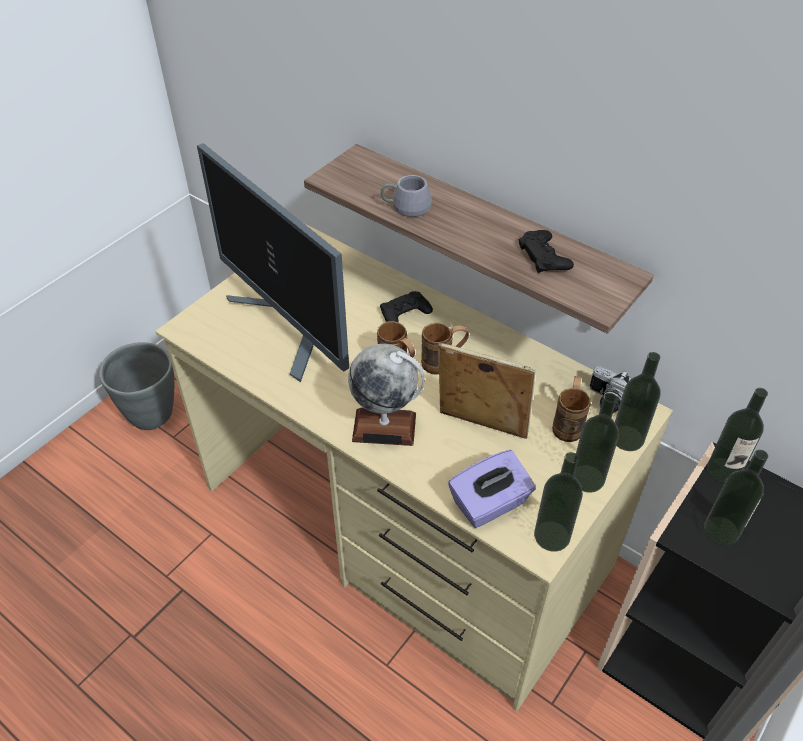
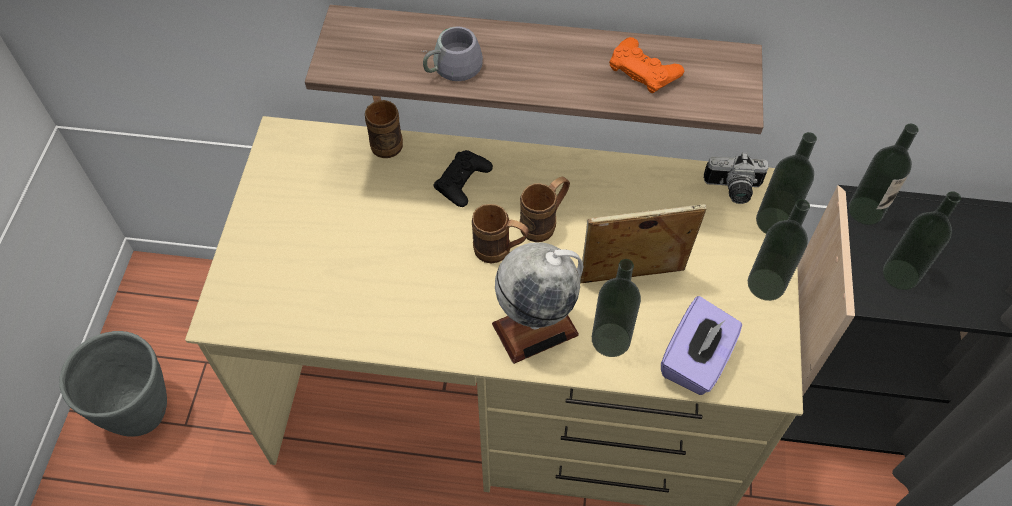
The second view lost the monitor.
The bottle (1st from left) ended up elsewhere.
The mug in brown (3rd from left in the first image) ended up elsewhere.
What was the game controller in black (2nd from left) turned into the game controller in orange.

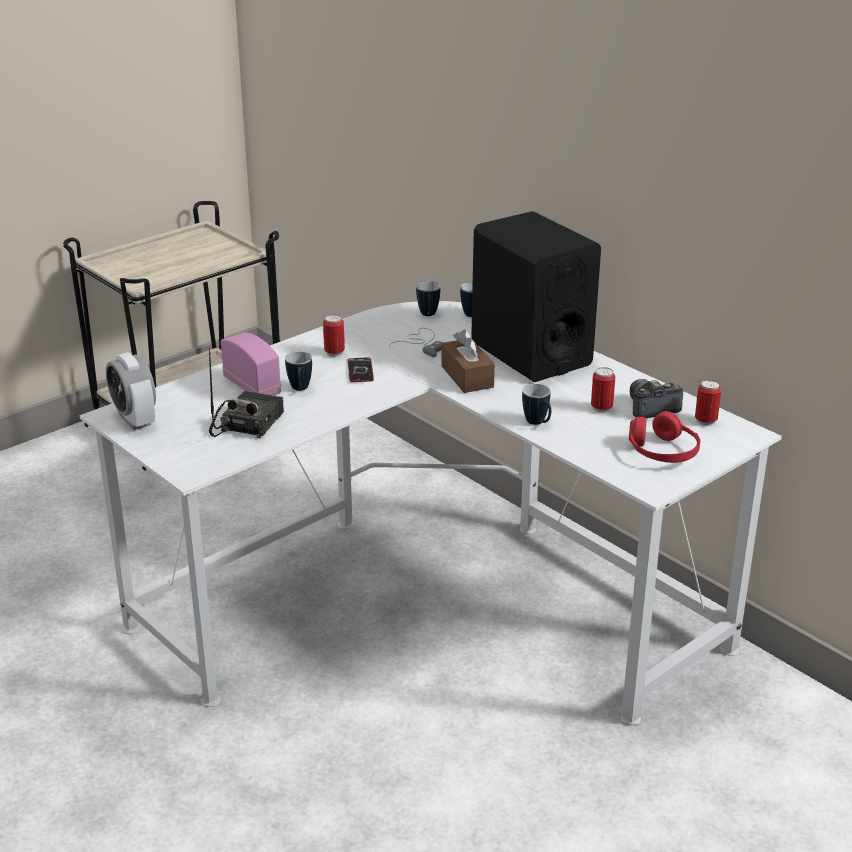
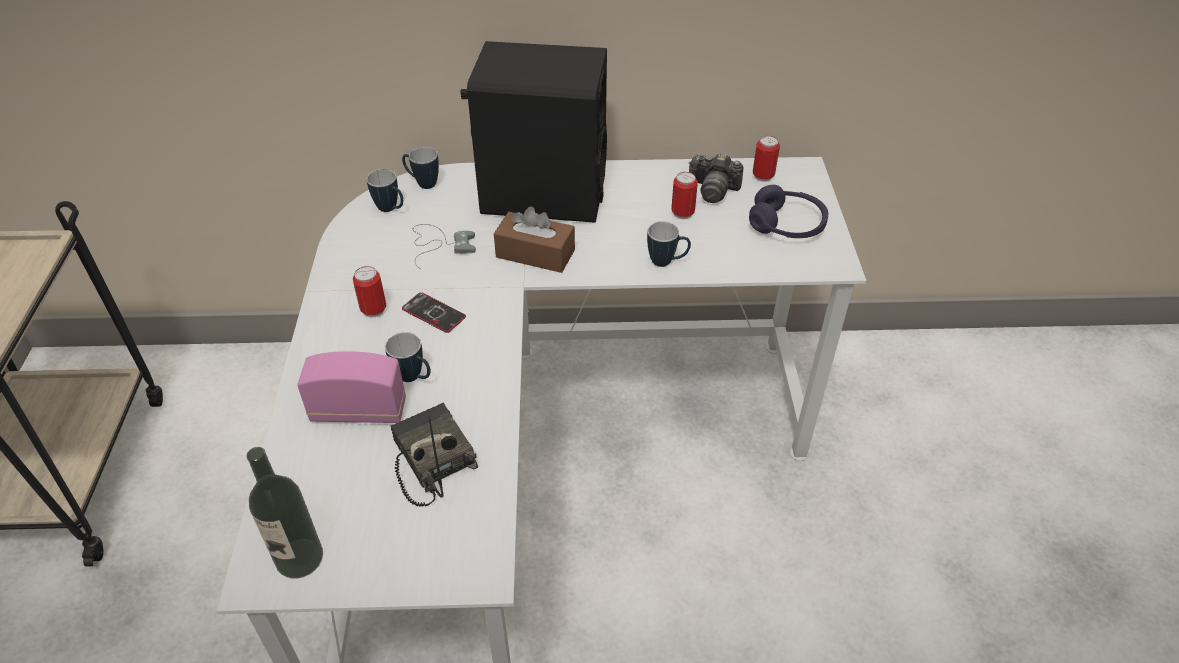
Where the alarm clock stood, the bottle came to stand.
What was the headphones in red turned into the headphones in purple.
The photo camera ended up facing another way, 90 degrees counterclockwise from before.

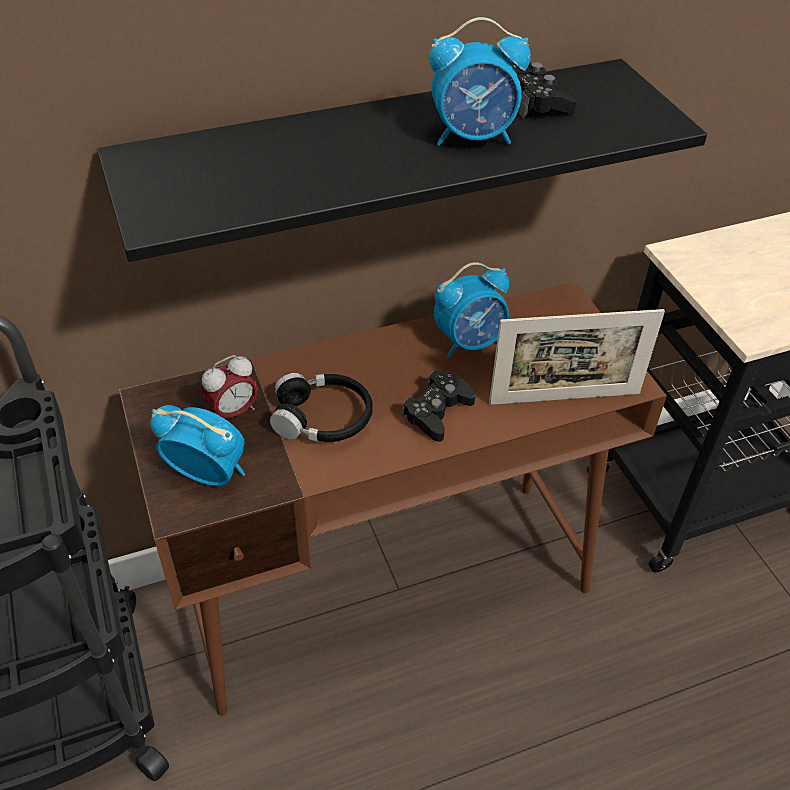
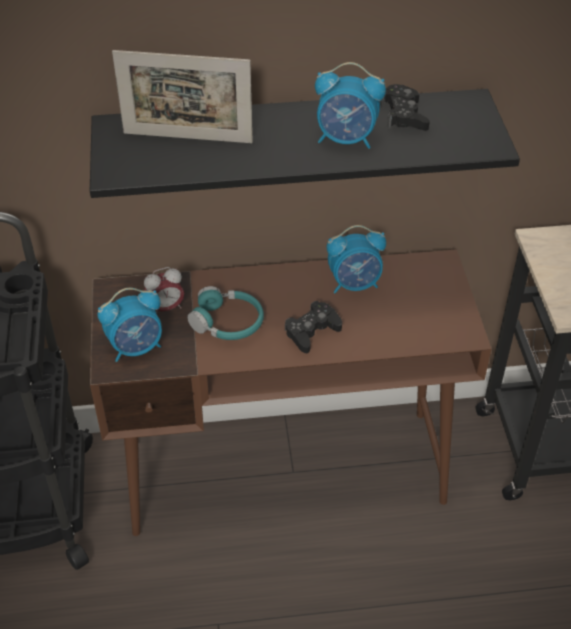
The picture frame ended up elsewhere.
What was the headphones in black turned into the headphones in turquoise.
The alarm clock (1st from left) ended up facing another way, 120 degrees clockwise from before.

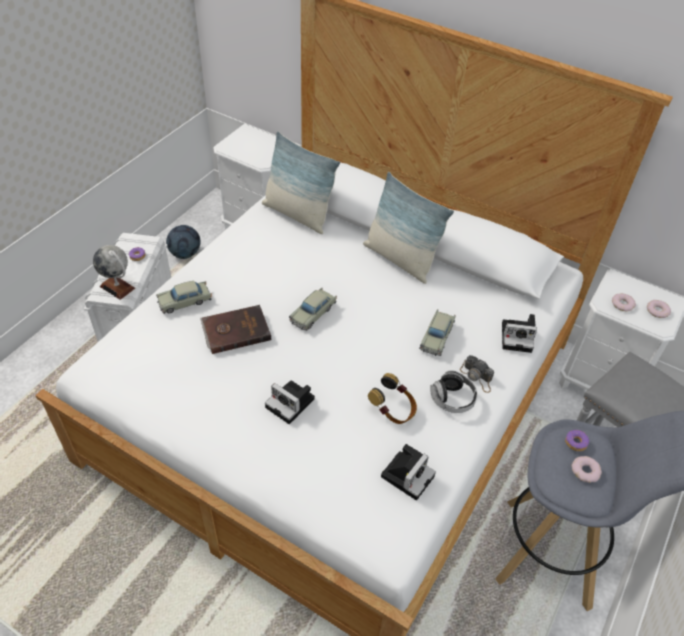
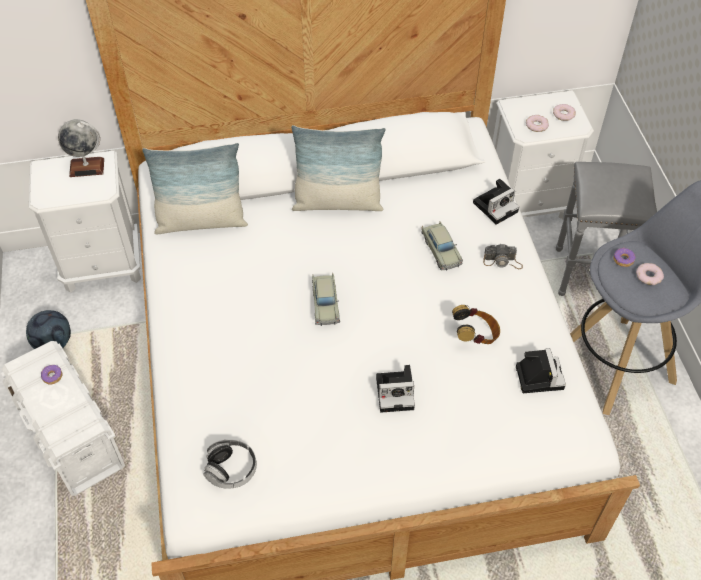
The second view lost the toy car in beige (1st from left).
The second view lost the book in brown.
The globe ended up elsewhere.
The headphones (2nd from left in the first image) ended up elsewhere.

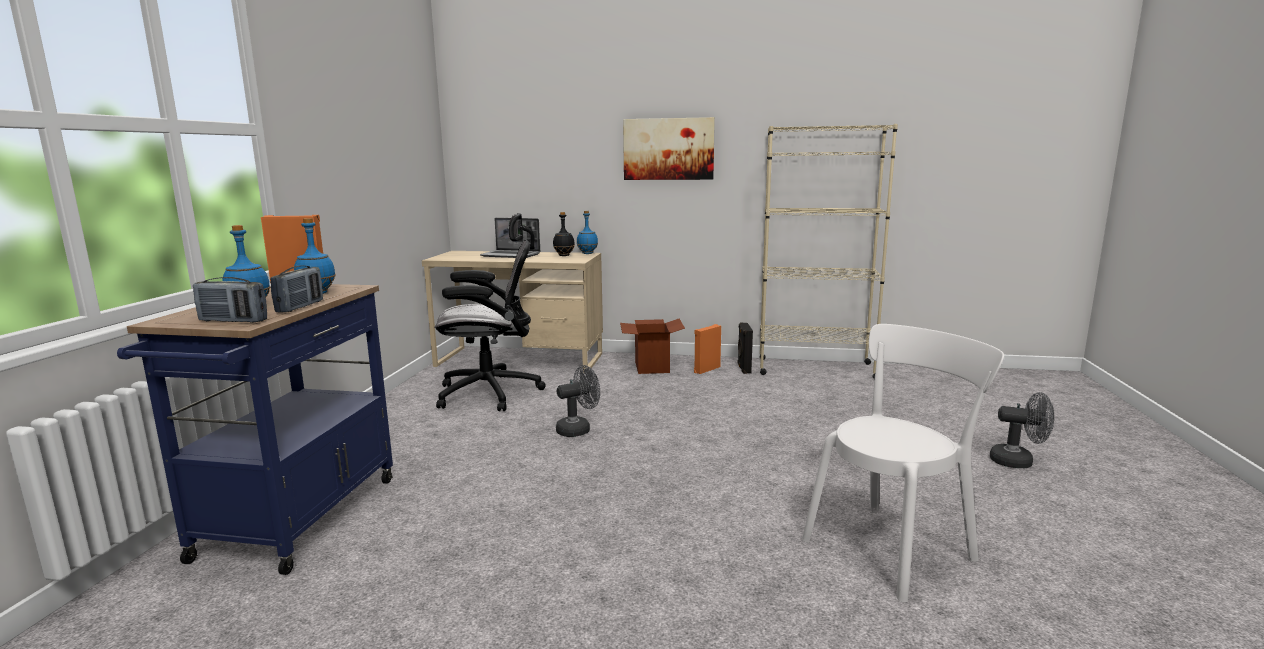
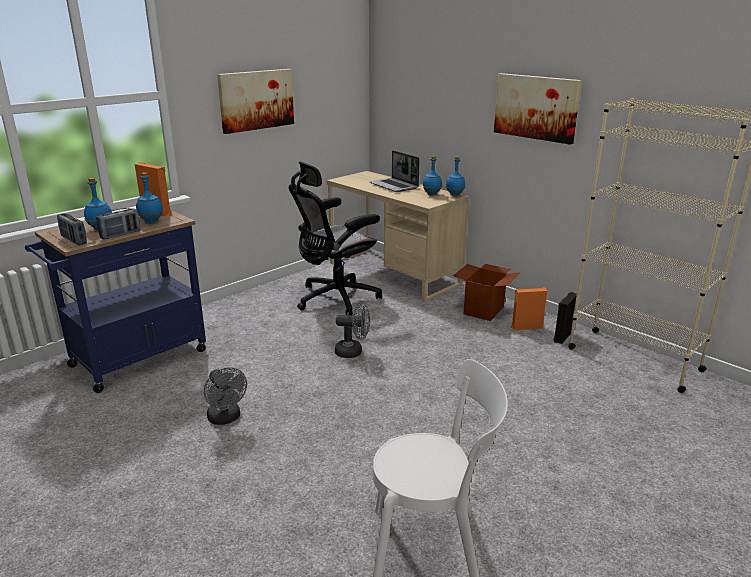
The second view gained the picture (1st from left).
The fan in grey (2nd from left in the first image) ended up elsewhere.
What was the bottle in black turned into the bottle in blue (3rd from left).
The office chair ended up facing another way, 120 degrees clockwise from before.

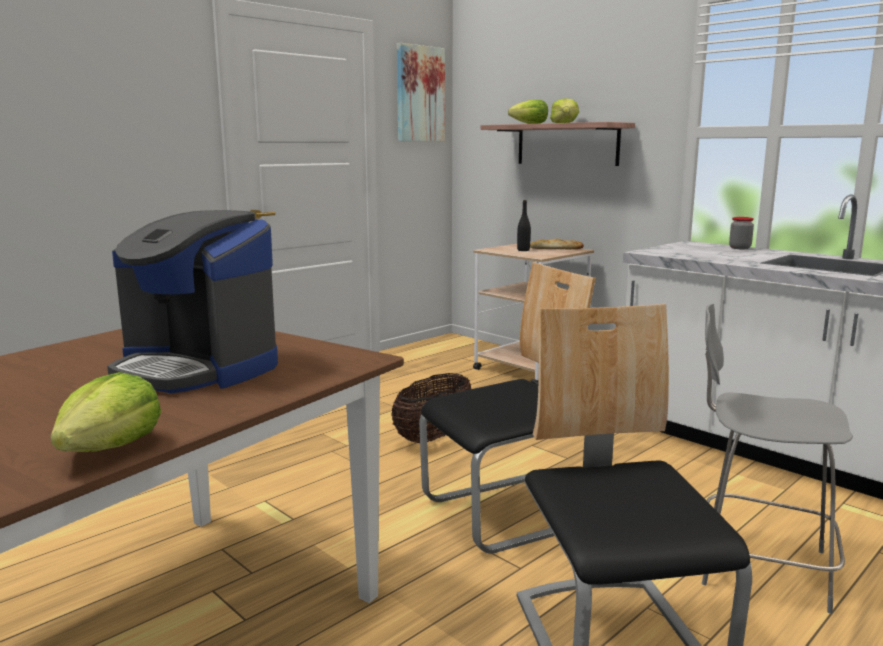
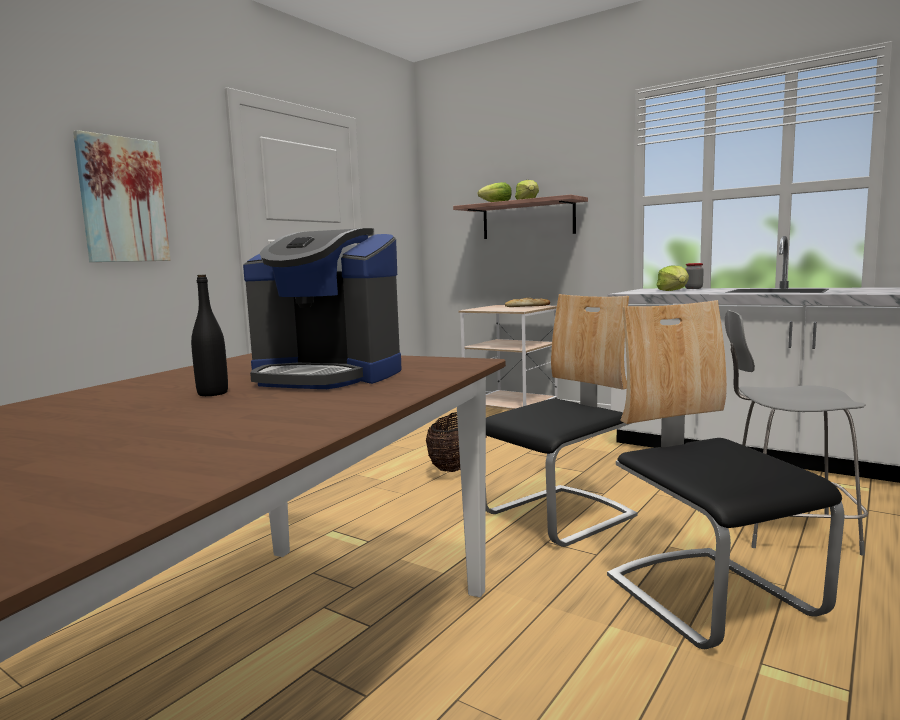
The lettuce (1st from left in the first image) ended up elsewhere.
The picture ended up elsewhere.
The bottle in black ended up elsewhere.

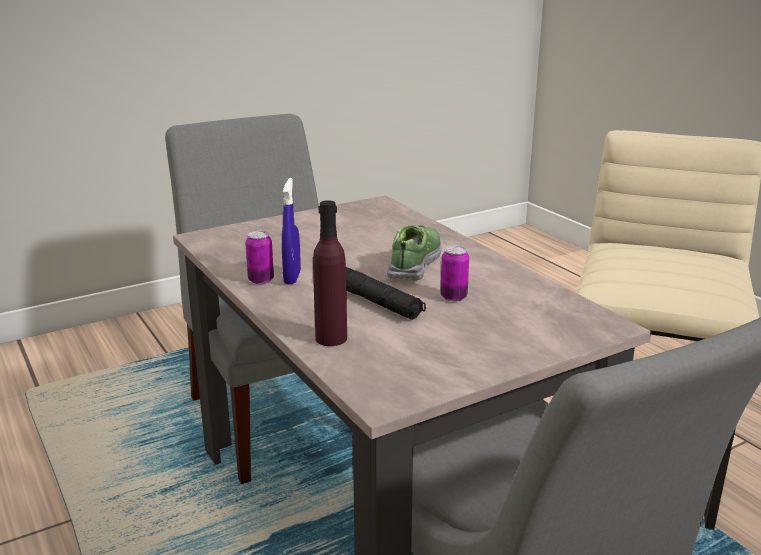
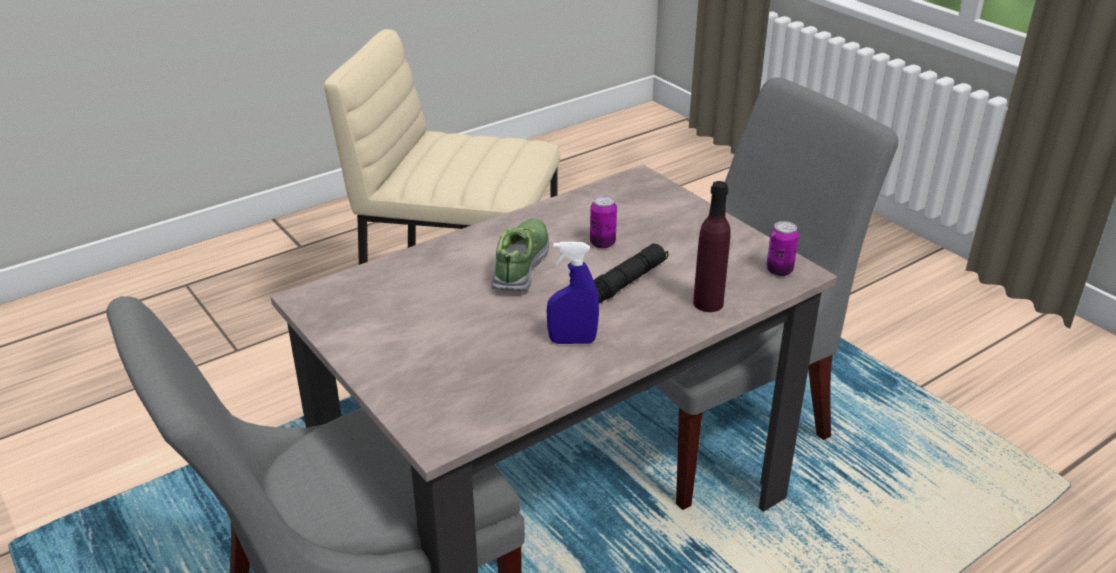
The can (1st from left in the first image) ended up elsewhere.
The shoe ended up facing another way, 90 degrees clockwise from before.

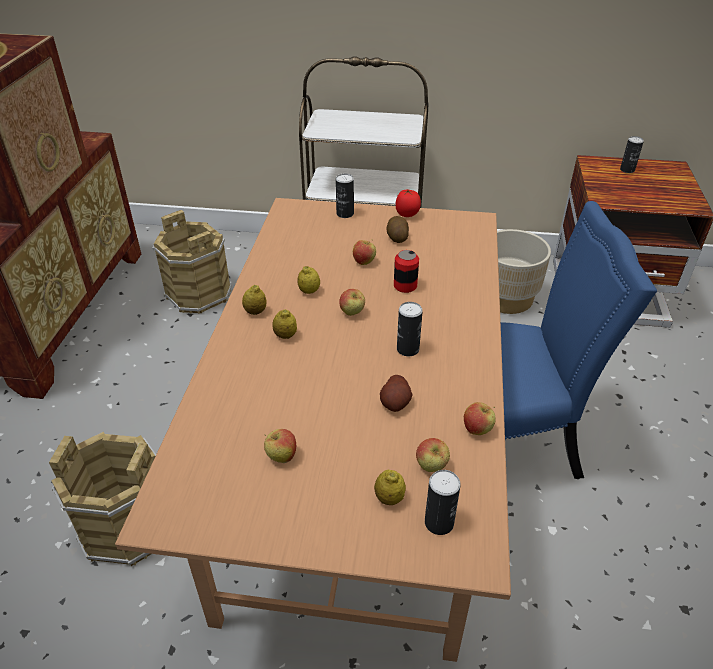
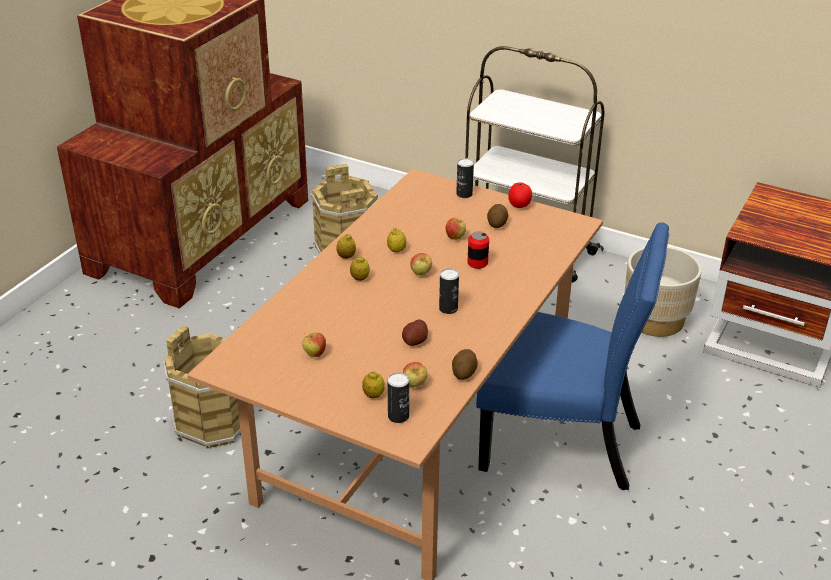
The second view lost the can (5th from left).
Where the apple (5th from left) stood, the potato (2nd from left) came to stand.

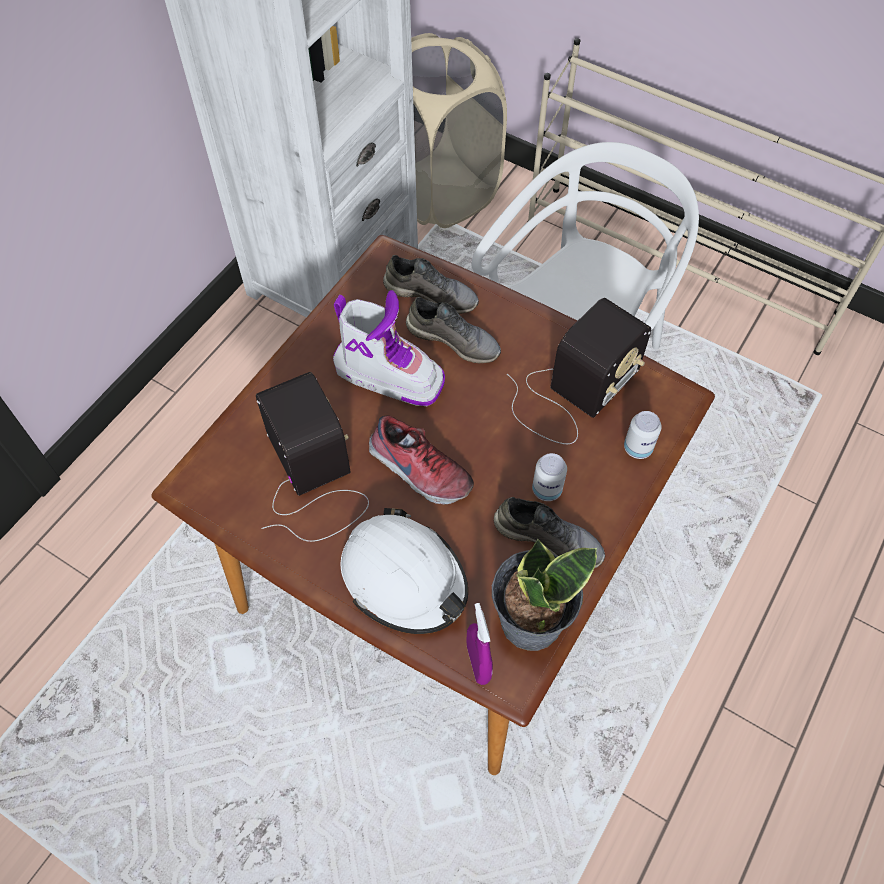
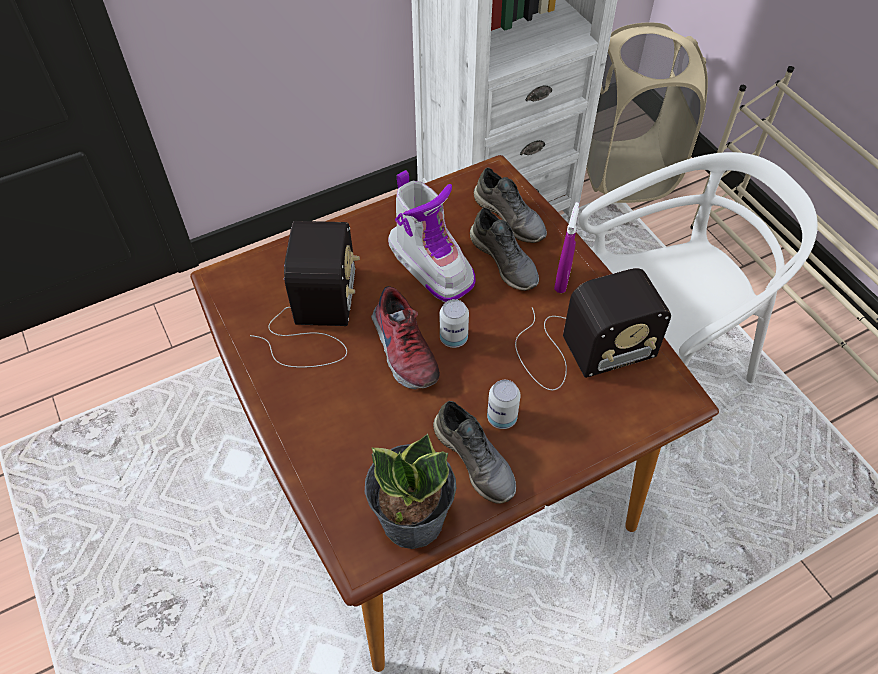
The second view lost the hard hat in white.
The spray bottle in purple ended up elsewhere.
The can (2nd from left in the first image) ended up elsewhere.

